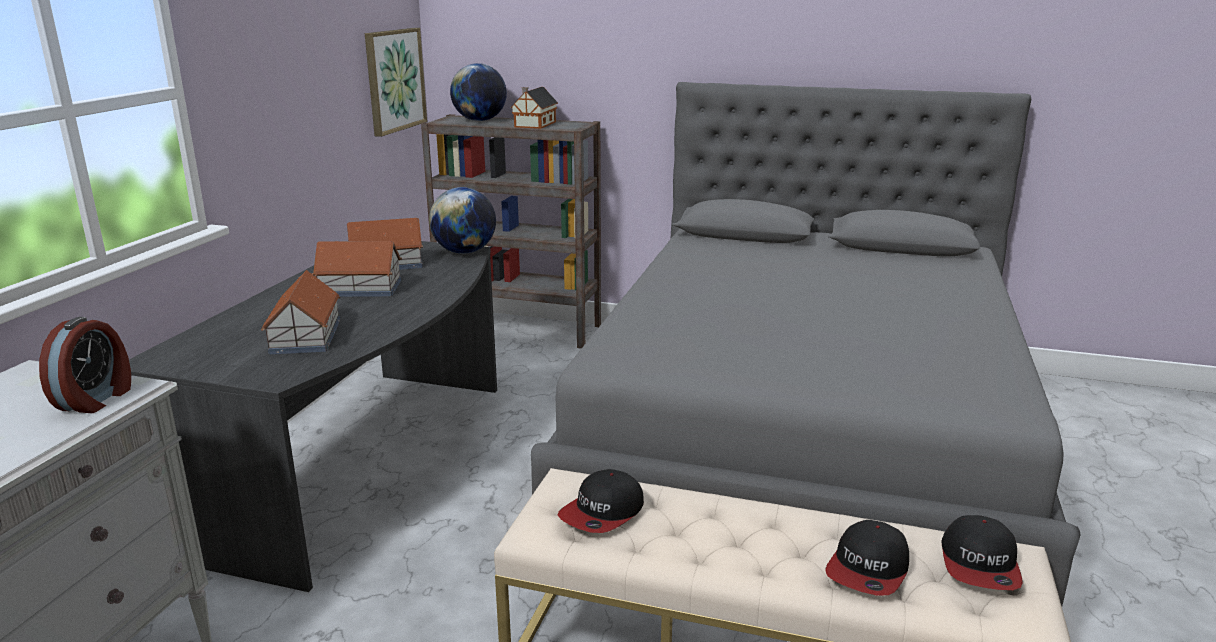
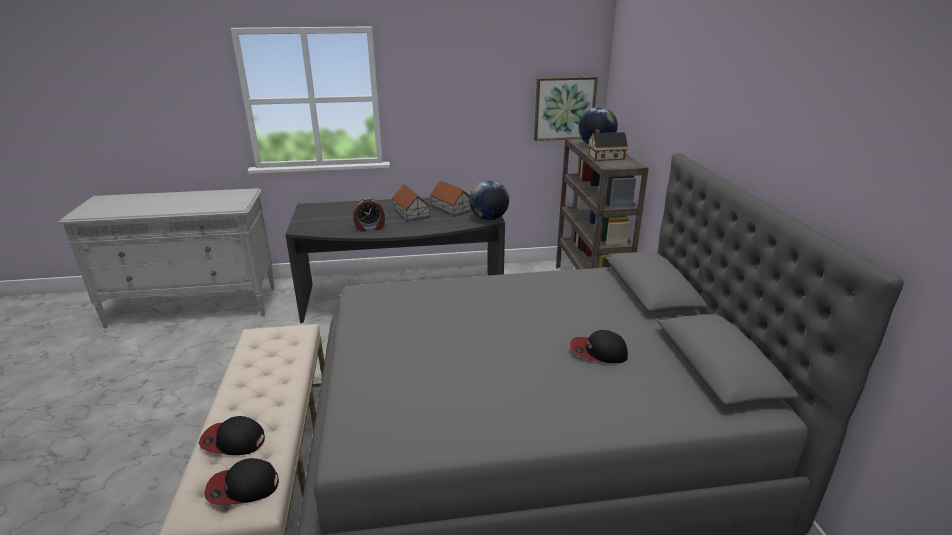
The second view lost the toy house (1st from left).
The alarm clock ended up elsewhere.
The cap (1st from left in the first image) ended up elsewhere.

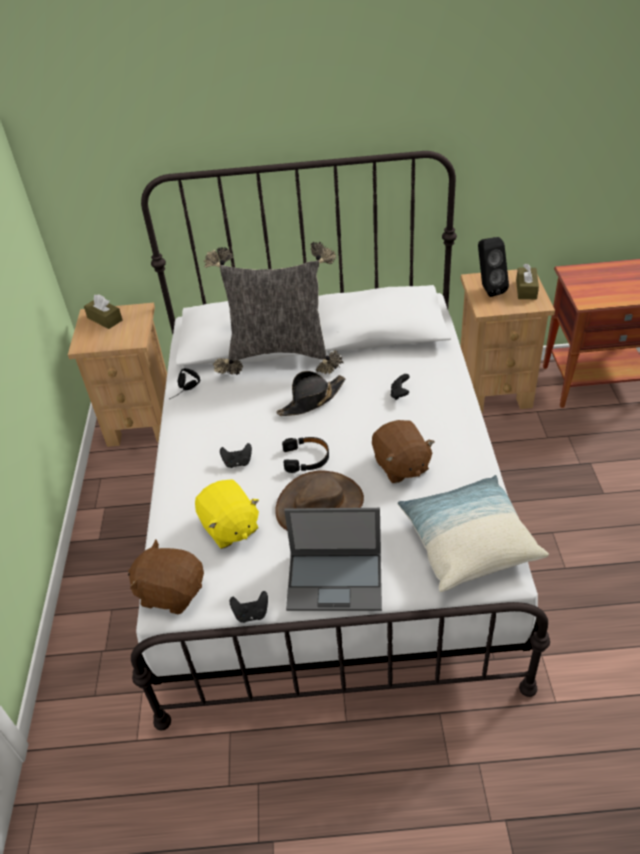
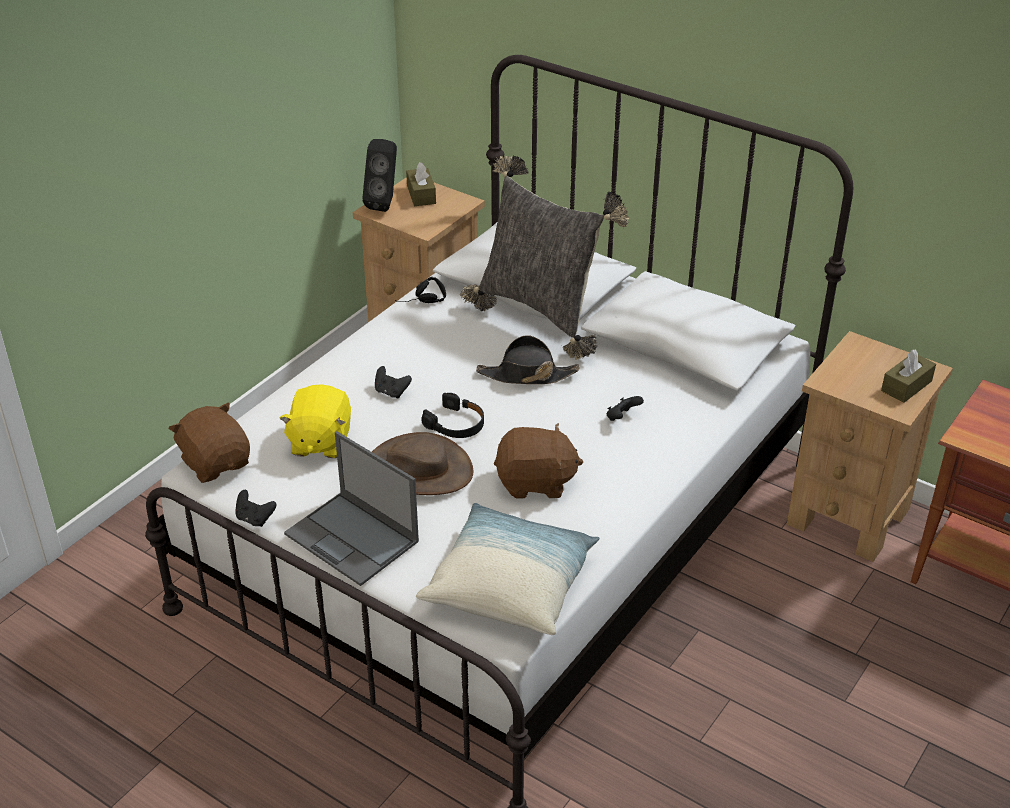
The speaker in black ended up elsewhere.
The plush toy in brown (2nd from left) ended up facing another way, 105 degrees counterclockwise from before.

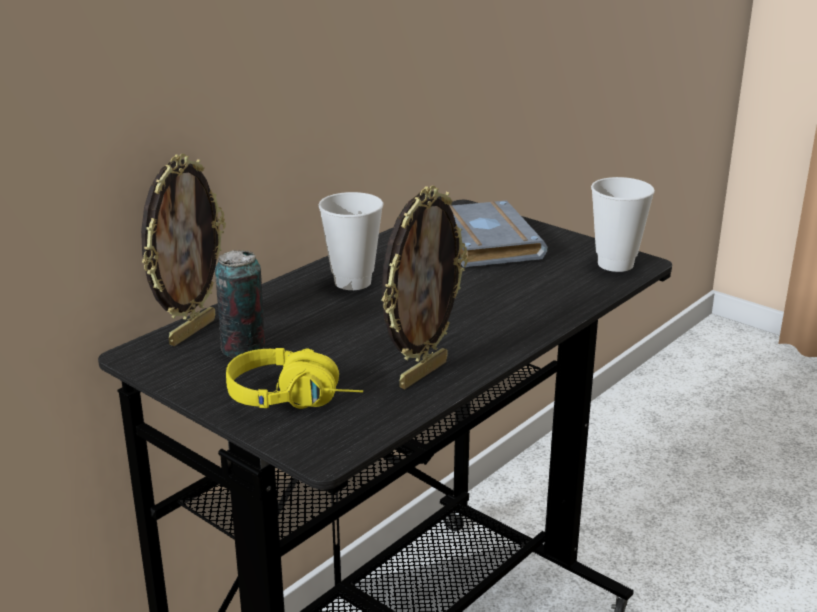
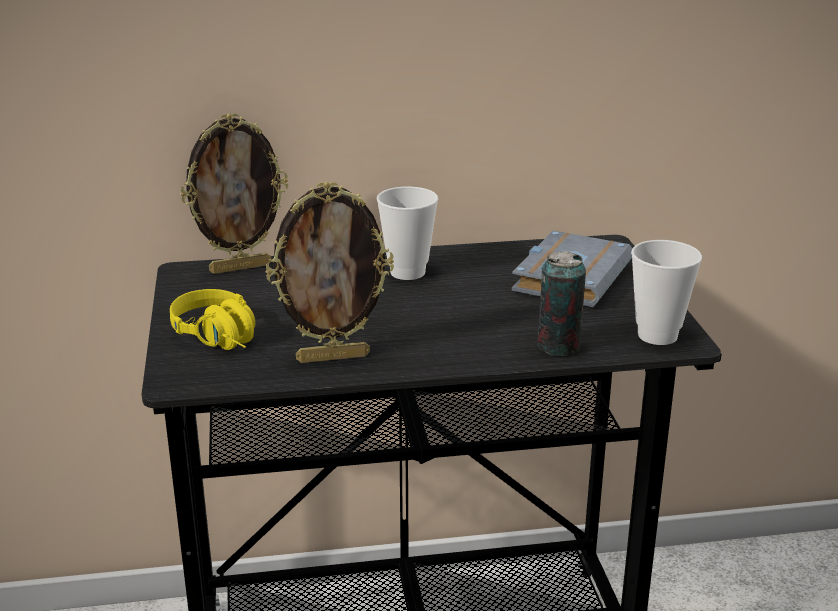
The can ended up elsewhere.

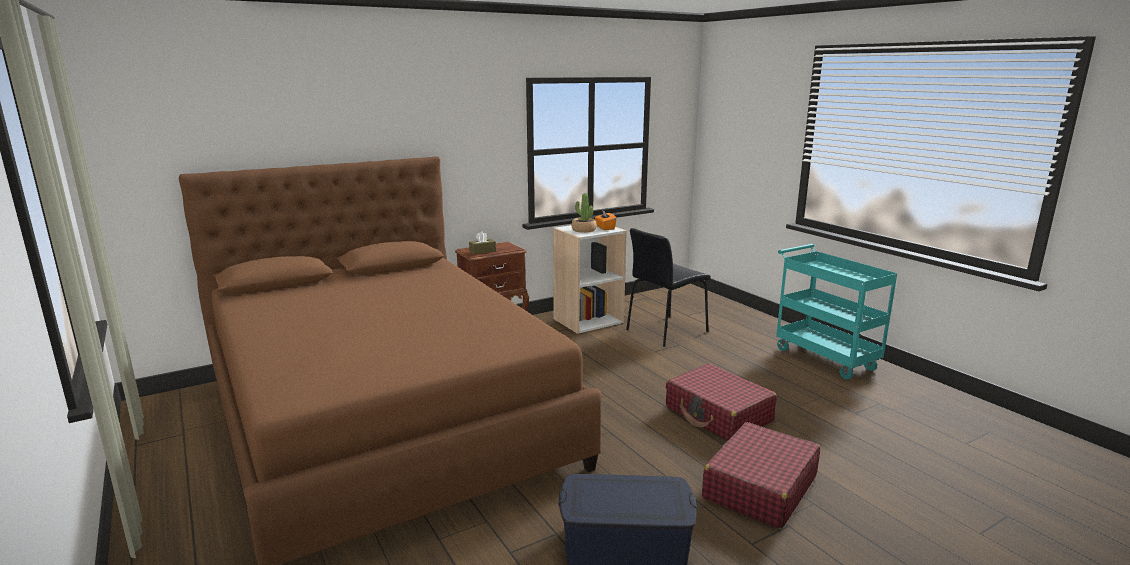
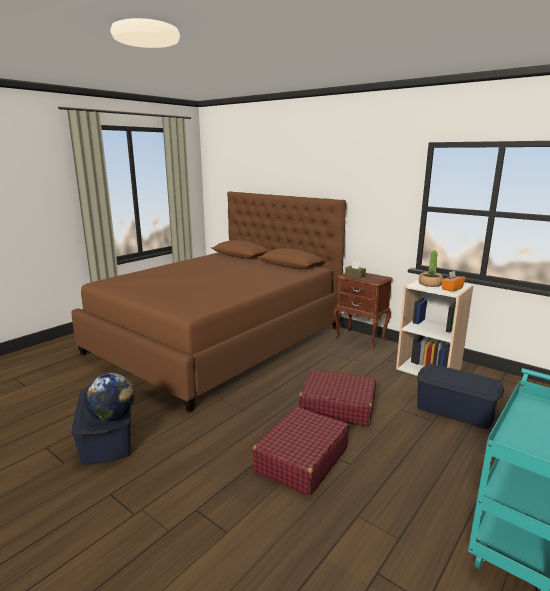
The second view gained the globe.
The suitcase in red (2nd from left) ended up elsewhere.
Where the chair in black stood, the storage box in blue (2nd from left) came to stand.

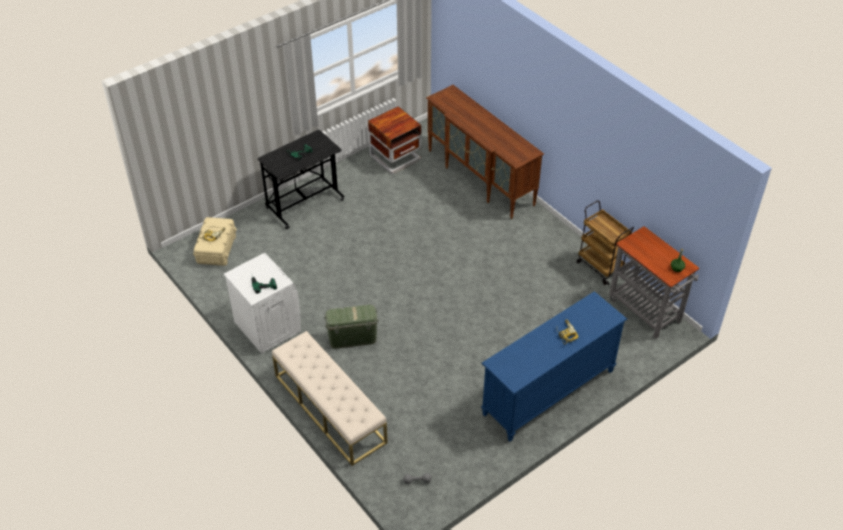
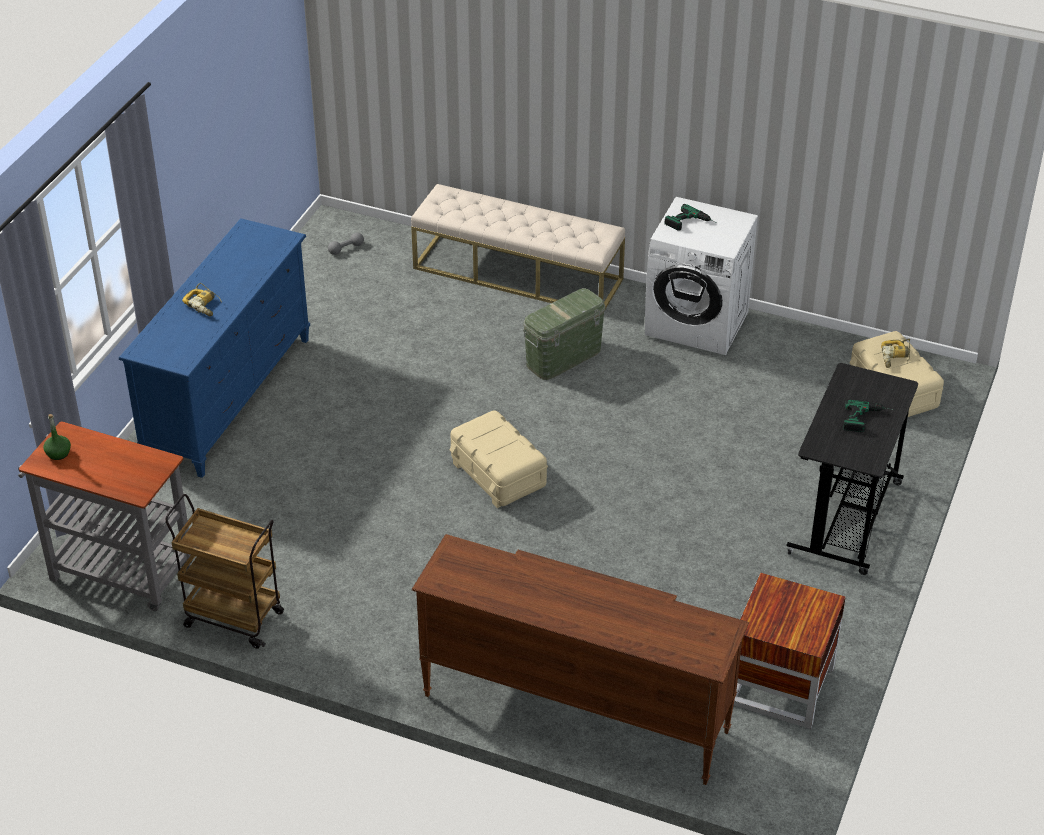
The second view gained the storage box in beige (1st from left).

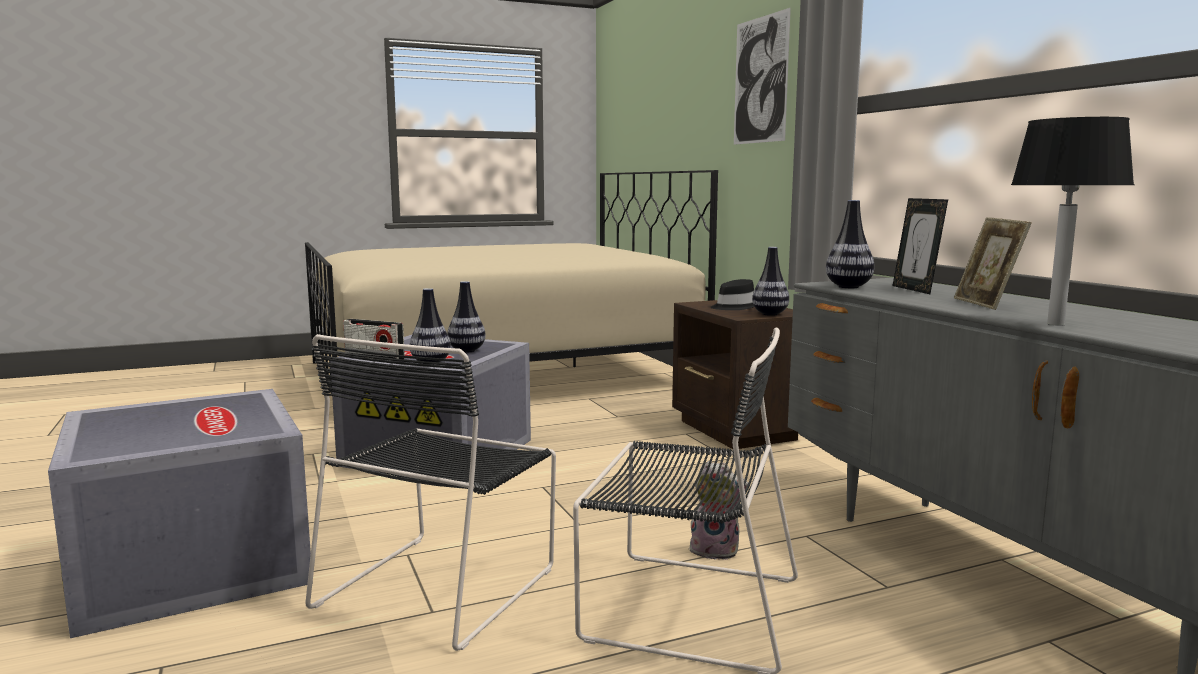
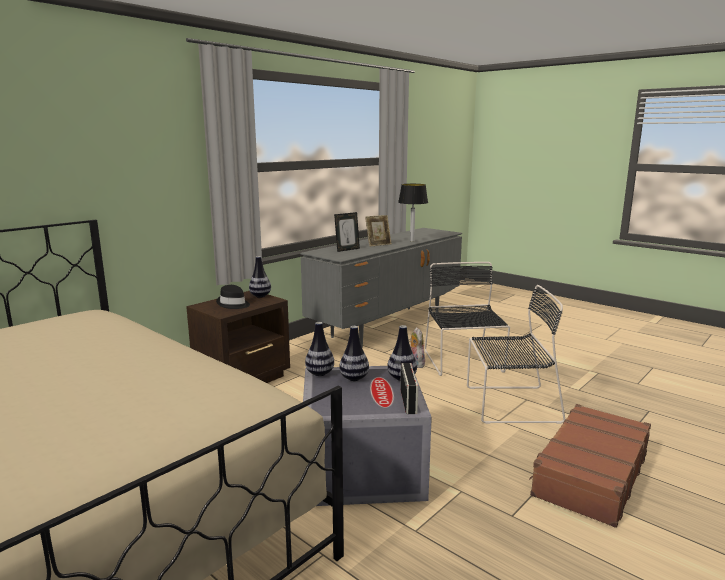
The second view lost the picture.
The vase (4th from left in the first image) ended up elsewhere.
Where the storage box in grey (1st from left) stood, the suitcase in brown came to stand.

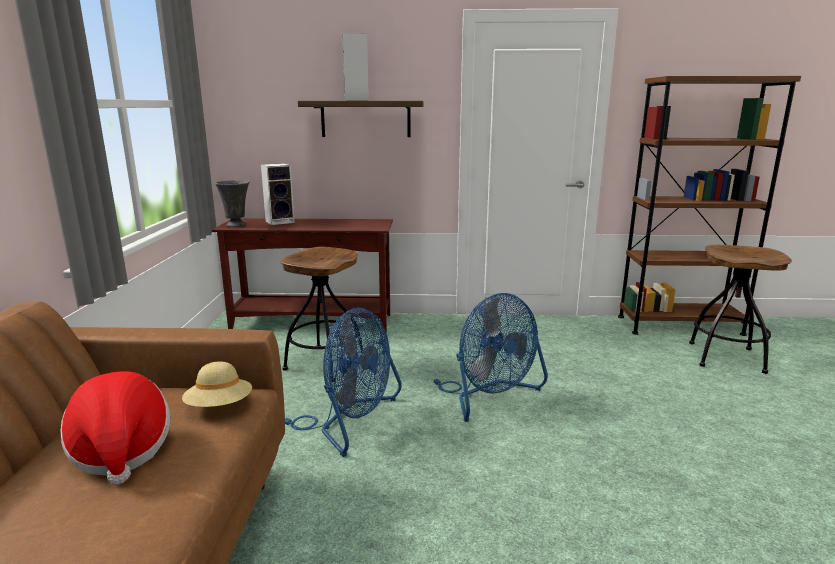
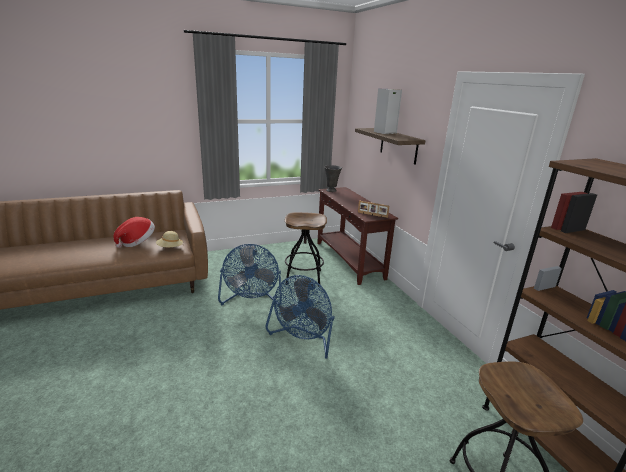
The second view lost the speaker (1st from left).
The second view gained the picture frame.

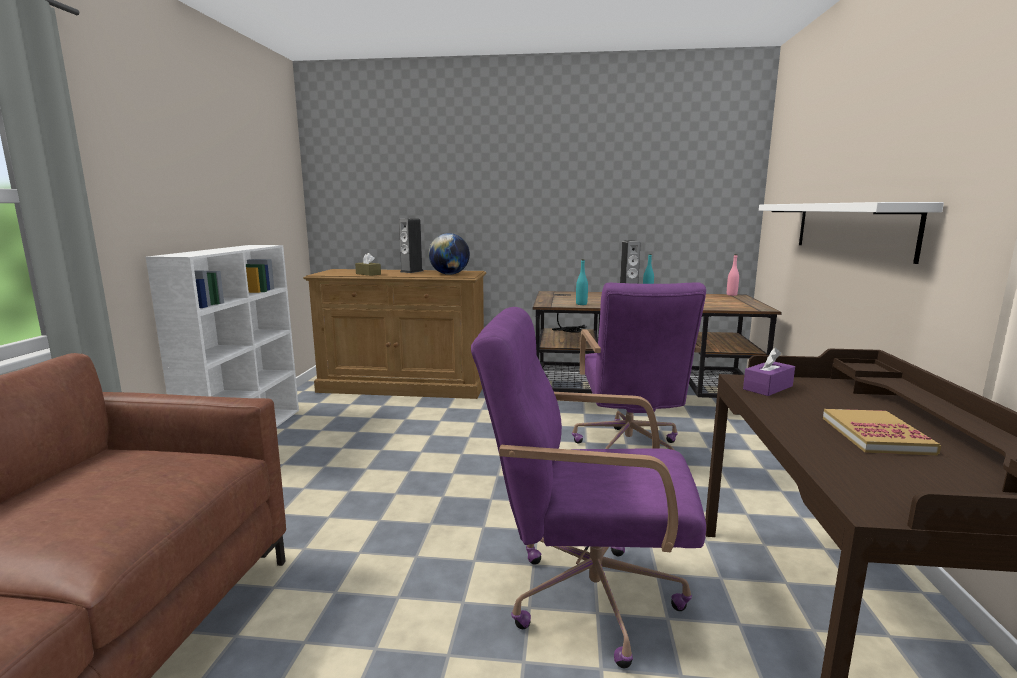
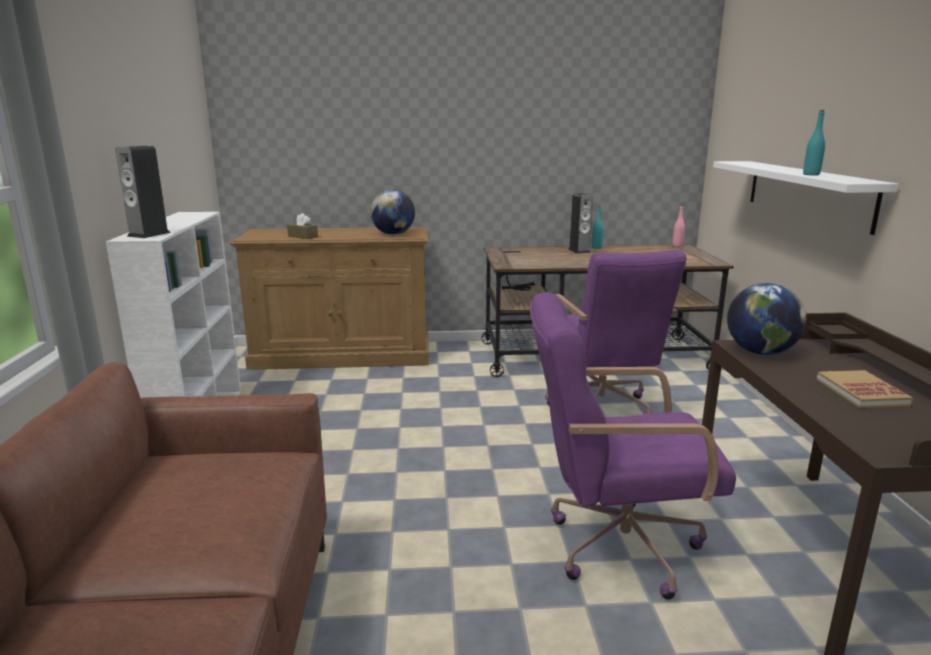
The speaker (1st from left) ended up elsewhere.
The bottle in turquoise (1st from left in the first image) ended up elsewhere.
Where the tissue box in purple stood, the globe (2nd from left) came to stand.

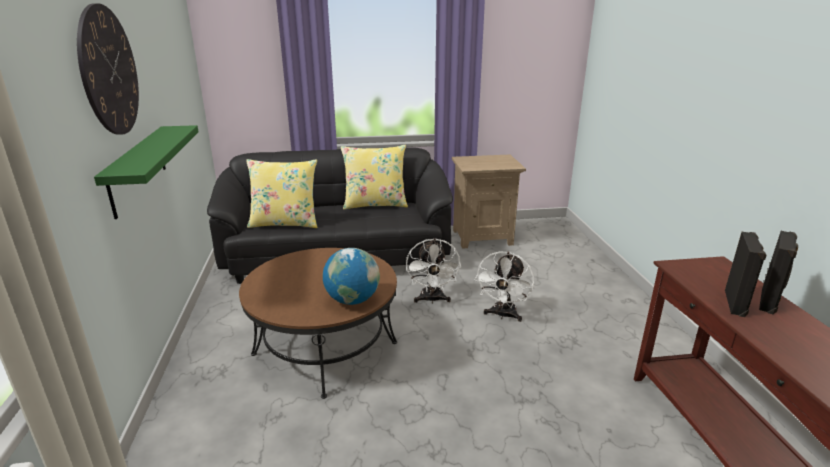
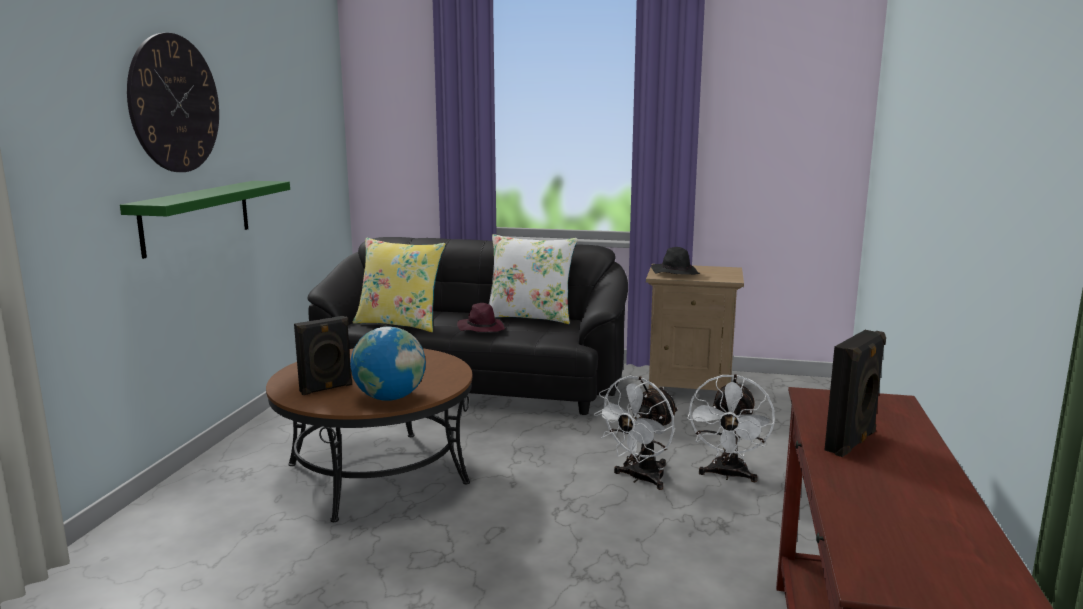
The second view gained the hat in purple.
The second view gained the hat in black.
The fan in white (1st from left in the first image) ended up elsewhere.
The speaker in black (2nd from left in the first image) ended up elsewhere.
What was the pillow in yellow (2nd from left) turned into the pillow in white.

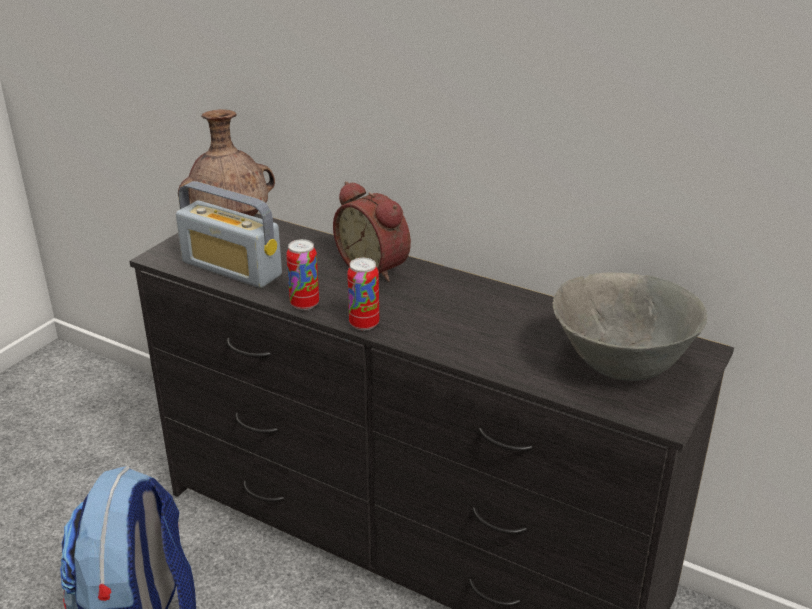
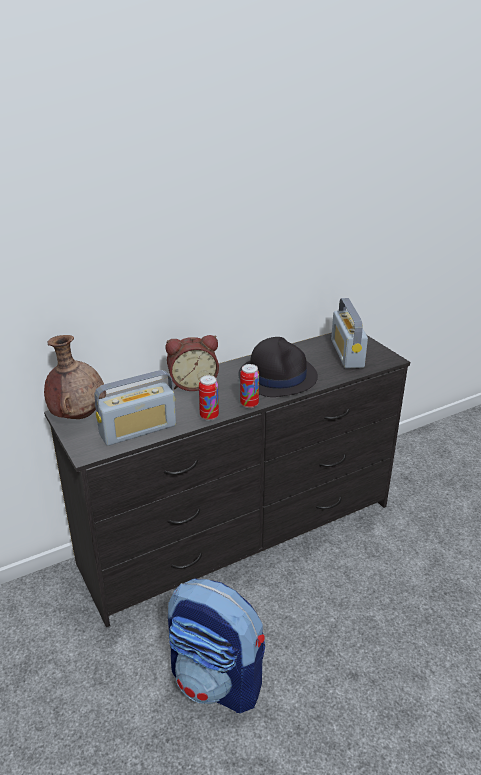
The second view gained the hat in black.
Where the bowl in grey stood, the radio (2nd from left) came to stand.

